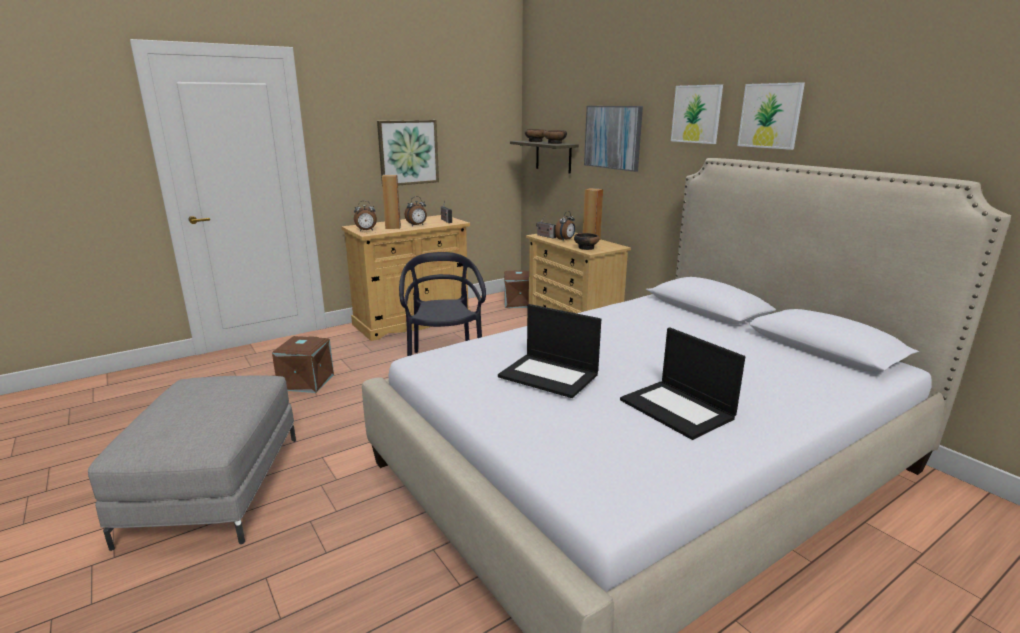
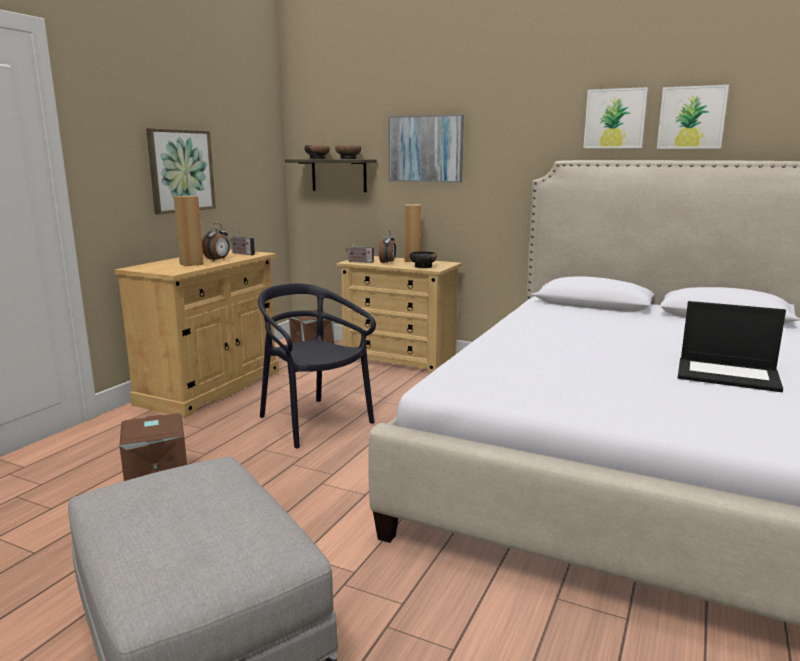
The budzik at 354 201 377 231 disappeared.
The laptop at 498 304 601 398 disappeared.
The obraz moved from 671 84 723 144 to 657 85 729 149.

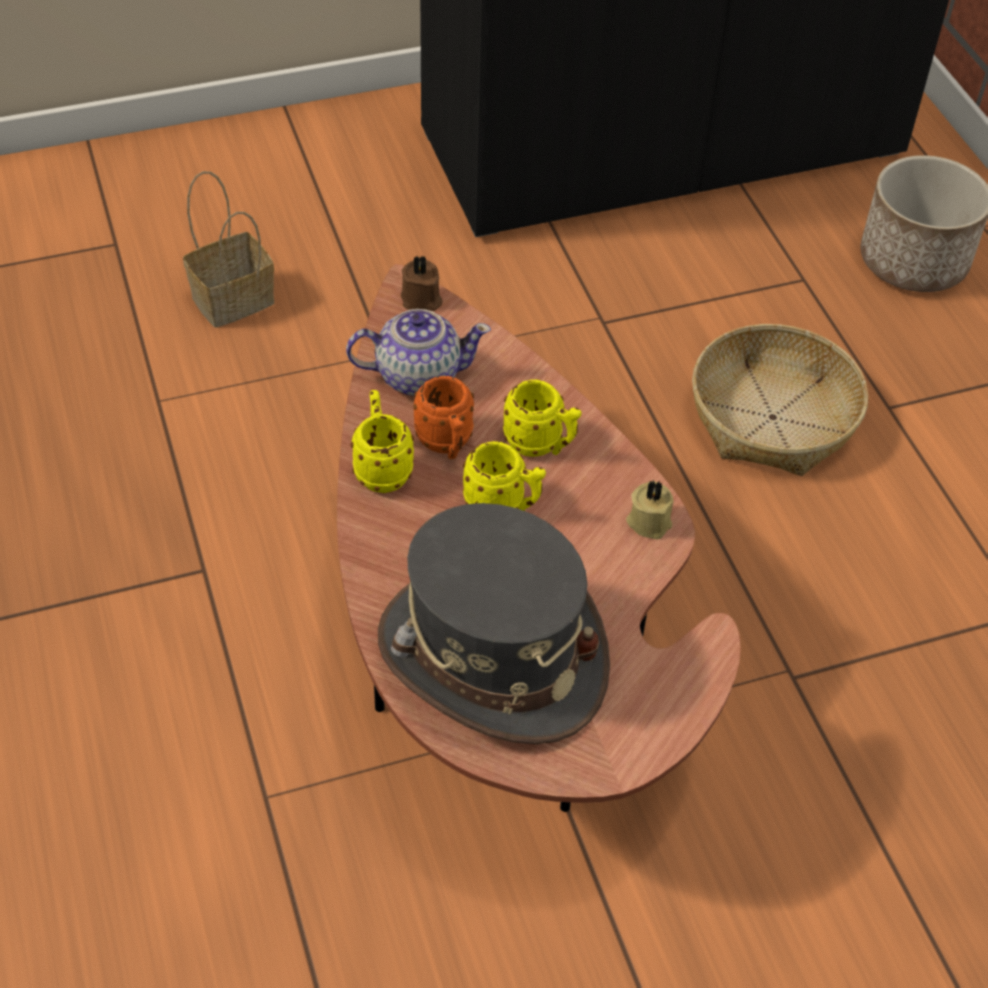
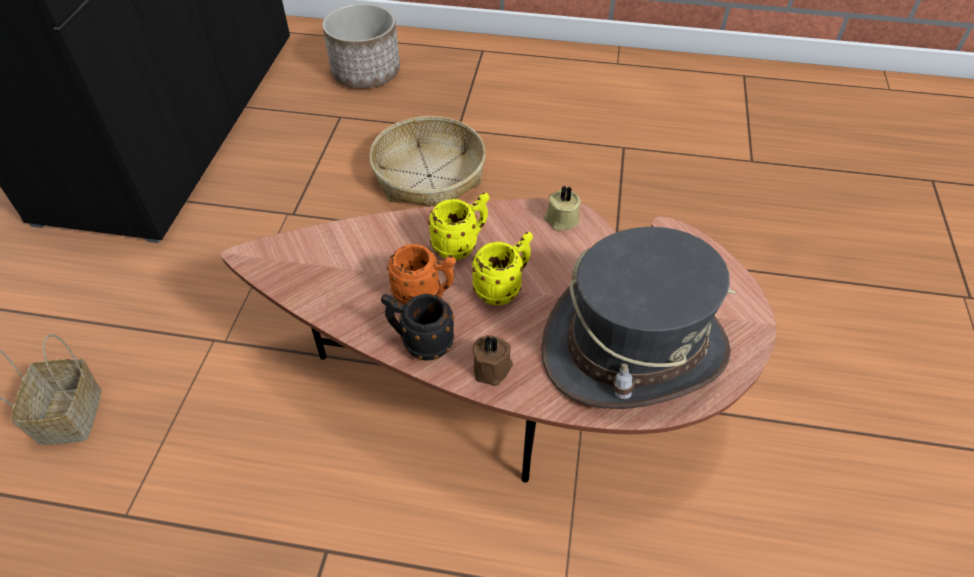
The imbryk at 346 309 491 396 disappeared.
The świeca [brązowy] moved from 401 255 443 311 to 473 335 513 386.
The kubek [żółty] at 351 390 414 493 became the kubek [czarny] at 381 294 455 361.

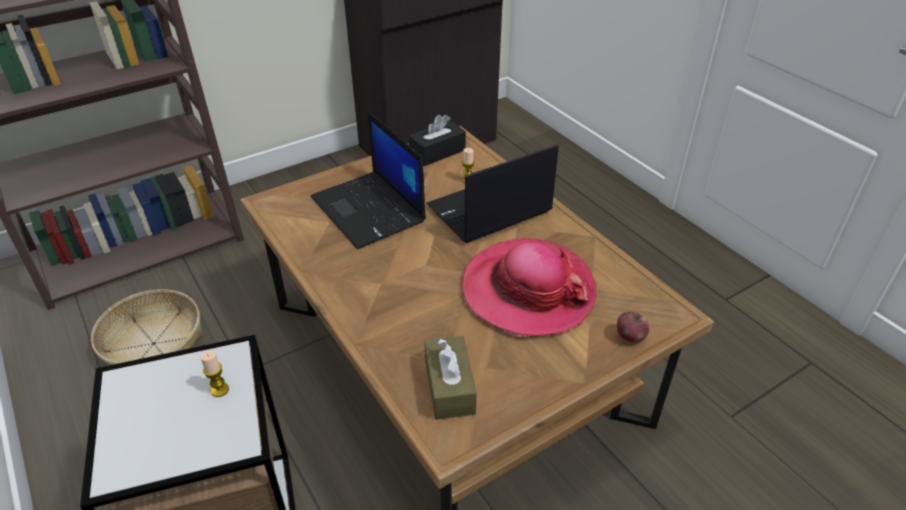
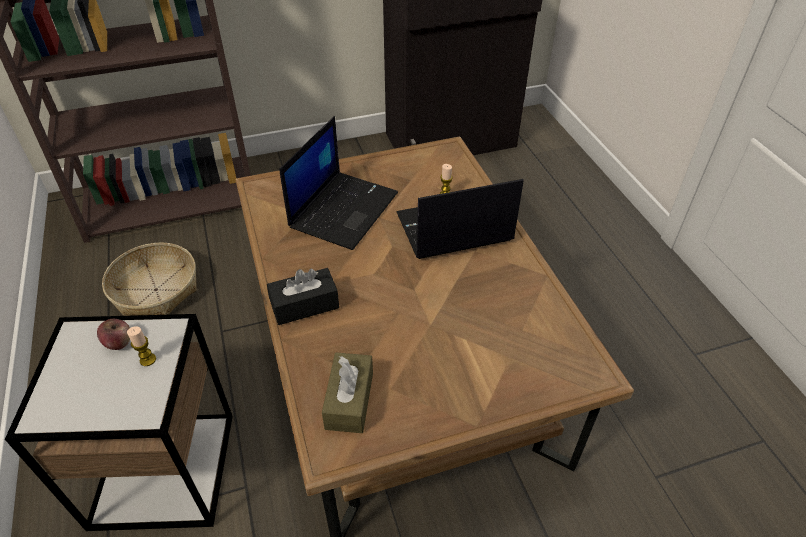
The kapelusz at 462 238 596 337 disappeared.
The pudełko chusteczek [czarny] moved from 409 114 466 166 to 267 268 339 325.
The jabłko moved from 617 311 650 343 to 97 319 130 350.
The laptop at 311 111 426 249 turned 135 degrees counterclockwise.

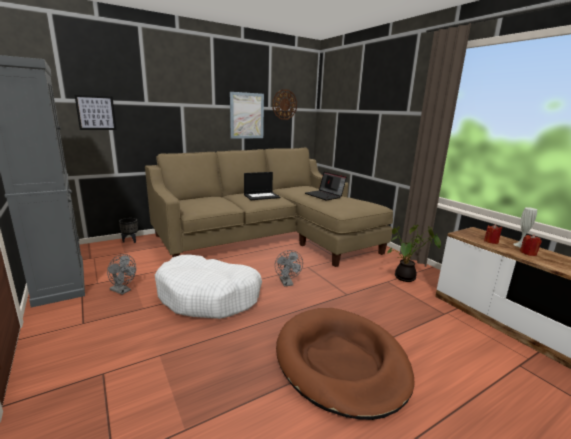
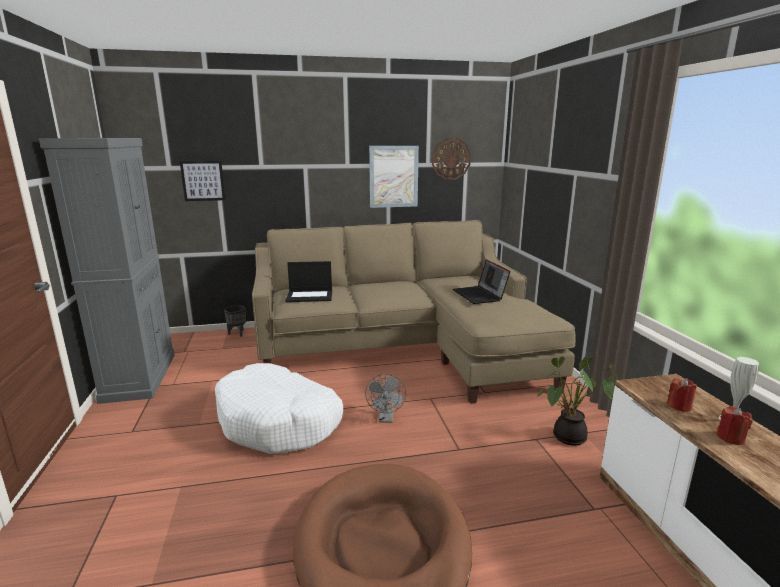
The wentylator [szary] at 107 254 136 295 disappeared.
The laptop moved from 244 172 281 200 to 285 261 332 302.

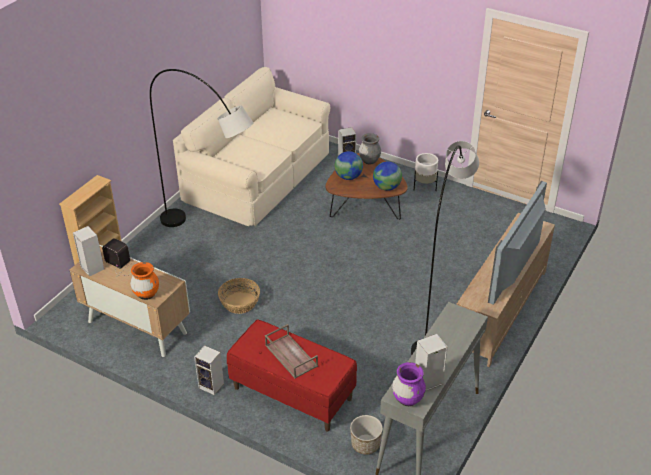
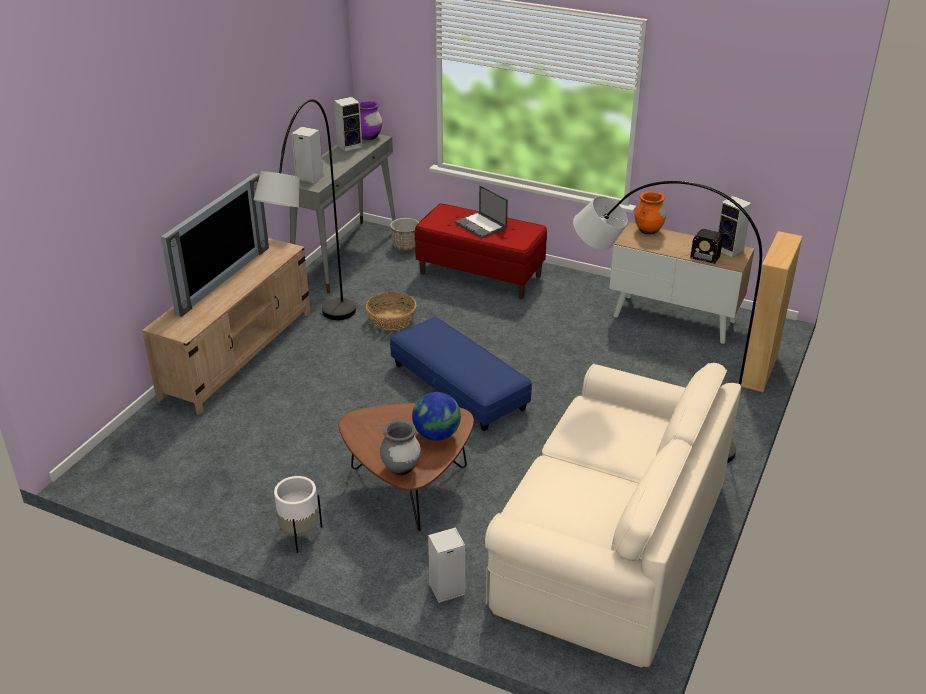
The globus at 373 161 402 191 disappeared.
The pufa [niebieski] at 390 317 532 431 appeared.
The głośnik moved from 194 345 224 395 to 291 126 323 184.
The koszyk moved from 218 278 260 314 to 366 291 417 330.
The taca [brązowy] at 265 324 318 378 was replaced by the laptop at 455 185 508 238.

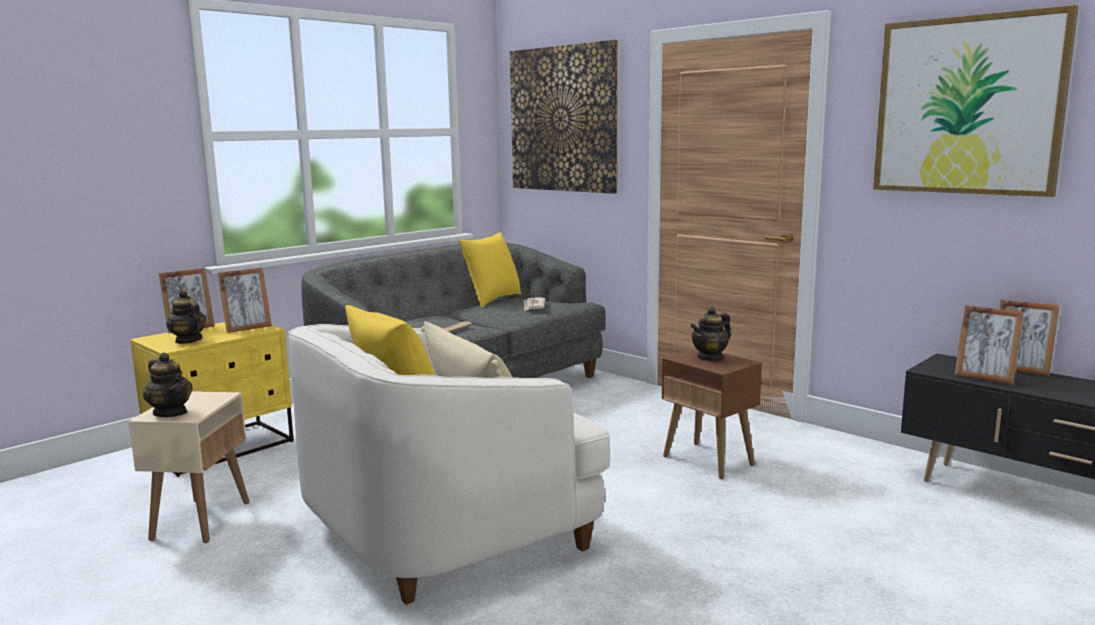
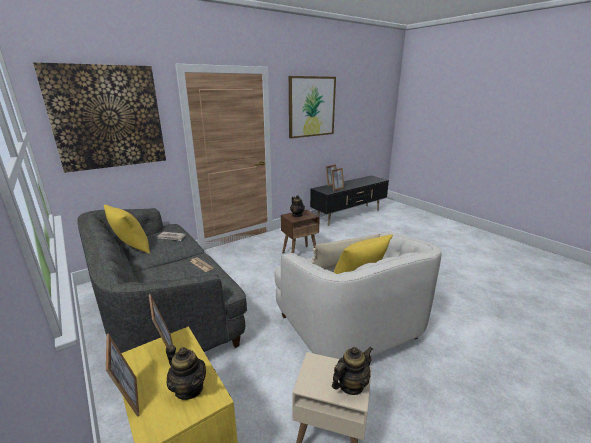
The imbryk at 166 290 206 344 turned 105 degrees counterclockwise.

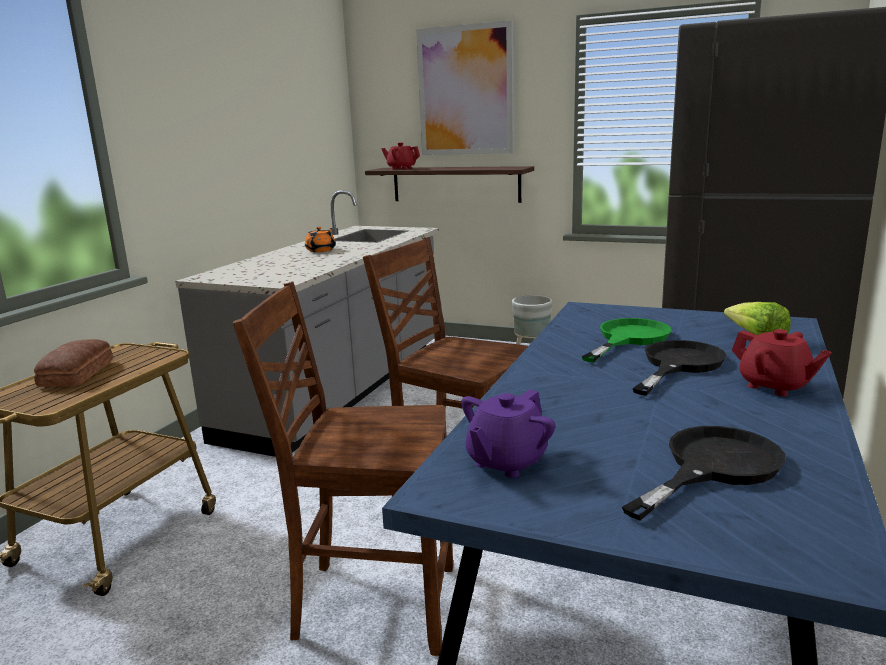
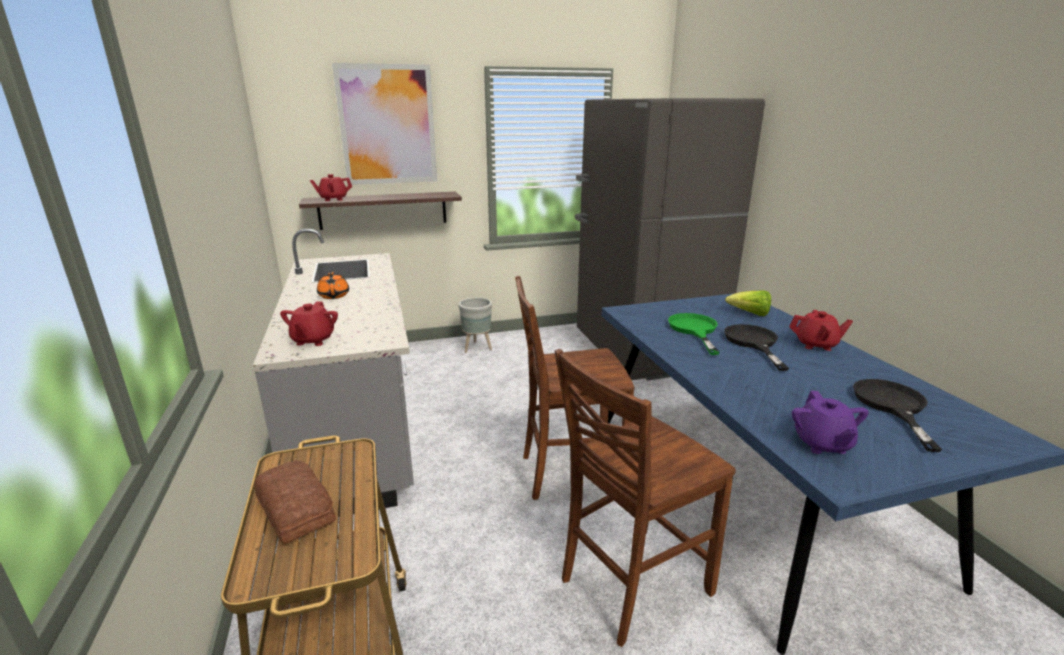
The imbryk [czerwony] at 280 301 338 346 appeared.

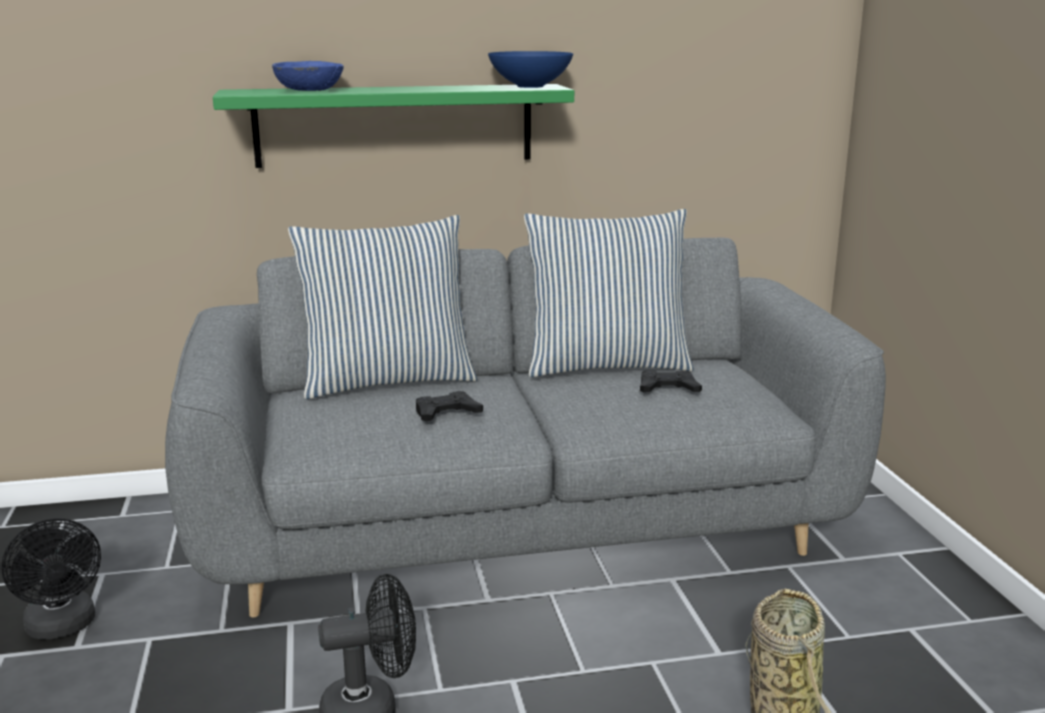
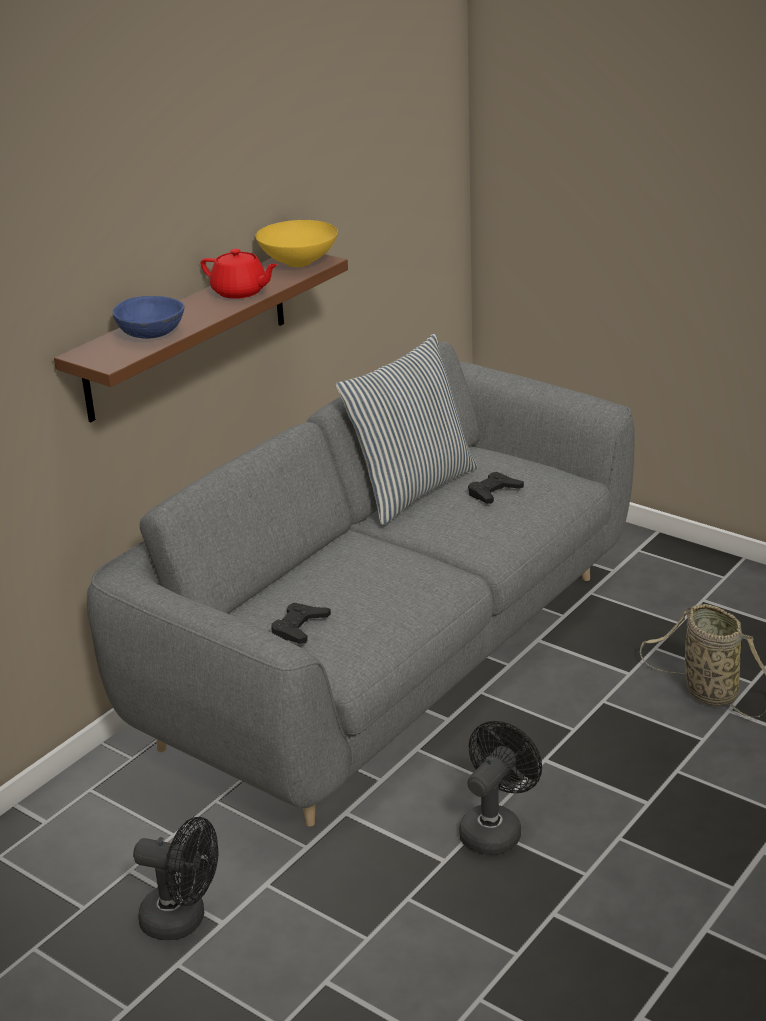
The poduszka at 288 215 477 399 disappeared.
The imbryk [czerwony] at 201 249 278 299 appeared.
The pad do gier [czarny] moved from 416 391 483 422 to 271 603 331 644.
The półka [zielony] at 213 84 574 168 became the półka [brązowy] at 54 254 348 422.
The miska [niebieski] at 488 51 573 88 became the miska [żółty] at 256 220 338 267.

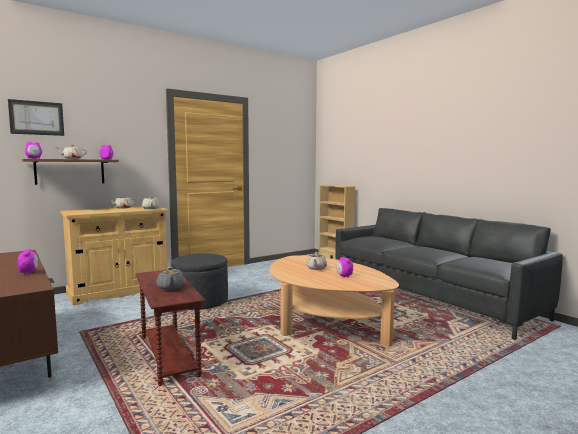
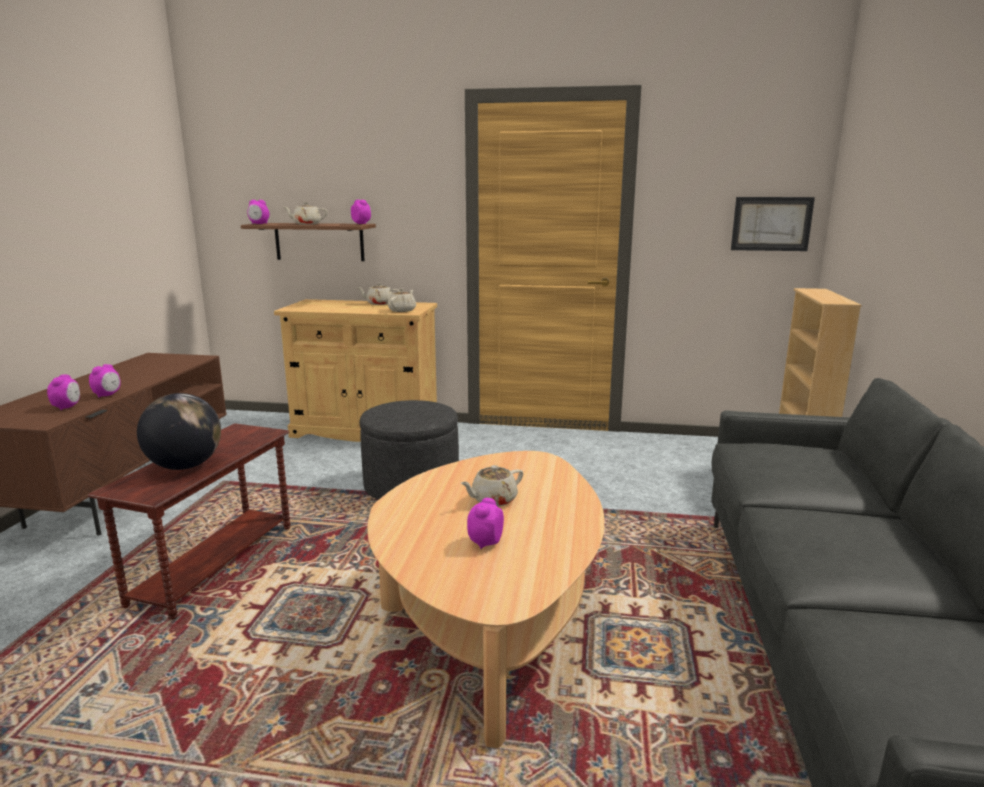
The budzik at 47 375 80 410 appeared.
The obraz moved from 8 99 64 136 to 731 197 815 251.
The imbryk [szary] at 156 267 185 290 was replaced by the globus at 137 393 221 470.

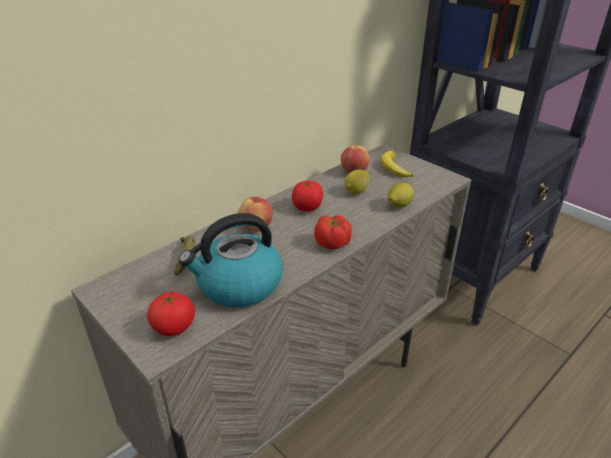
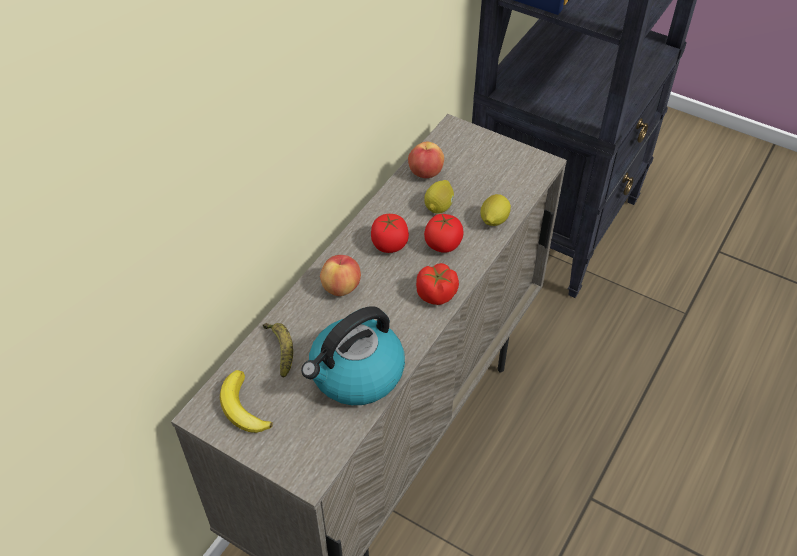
The pomidor moved from 147 291 195 336 to 424 213 464 253.
The banan moved from 381 151 413 177 to 220 370 273 433.

